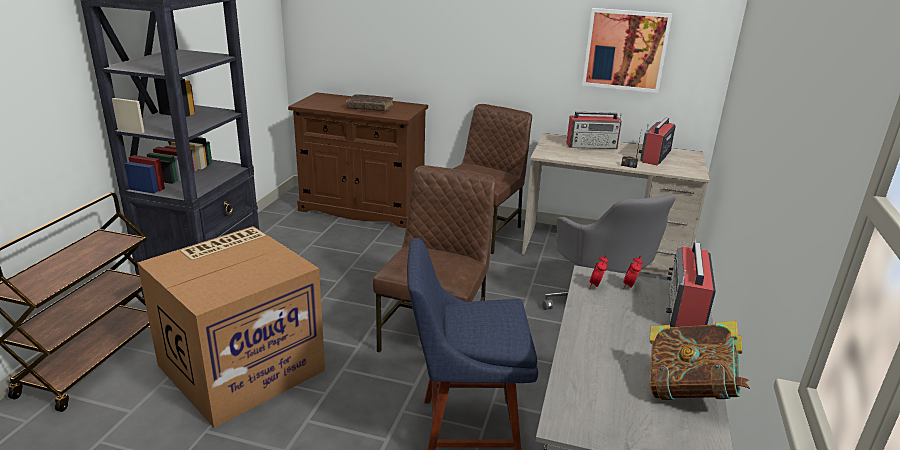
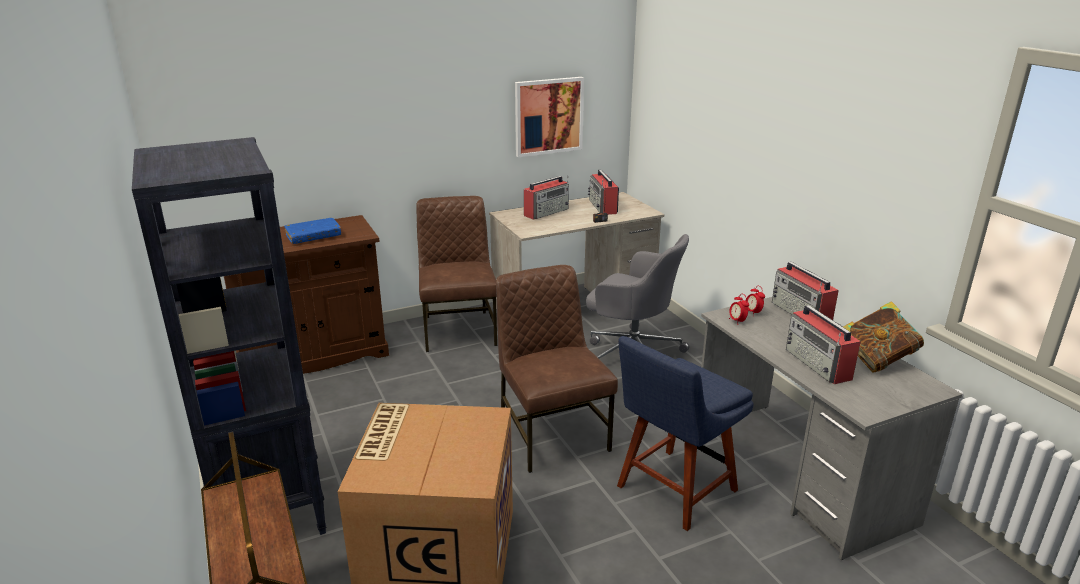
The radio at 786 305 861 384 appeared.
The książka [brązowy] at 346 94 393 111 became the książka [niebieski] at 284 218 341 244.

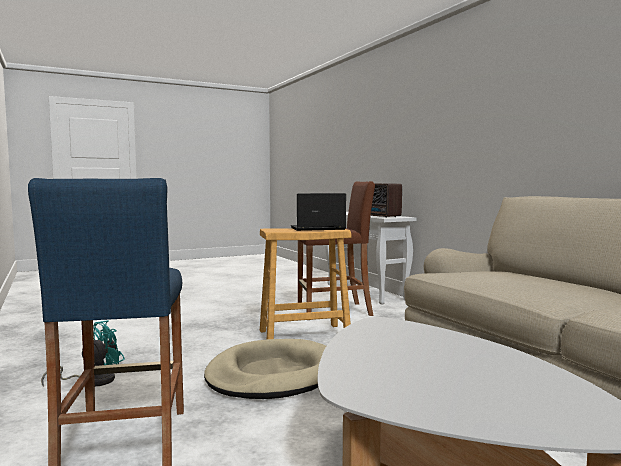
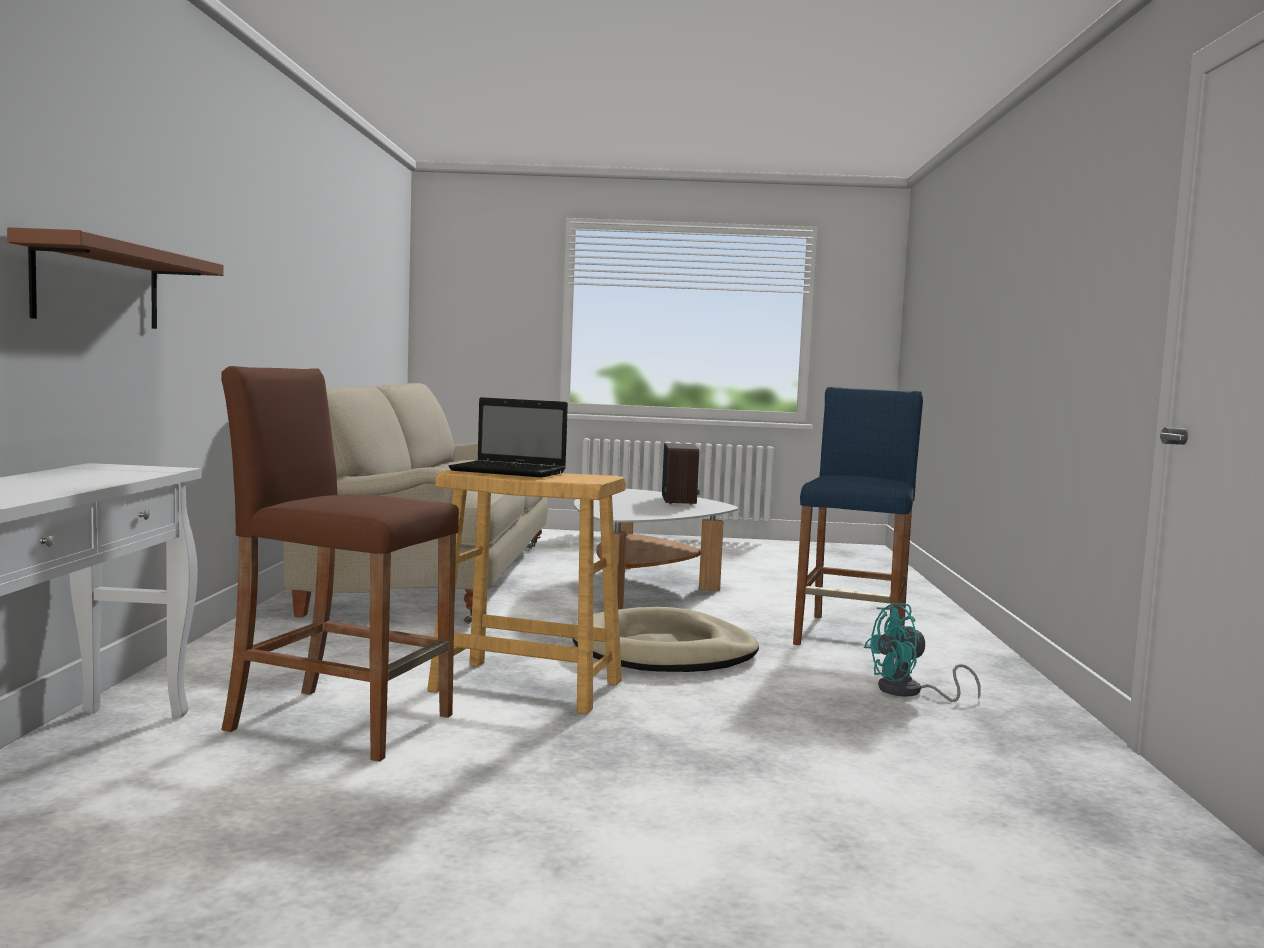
The półka [brązowy] at 7 227 224 329 appeared.
The radio moved from 371 184 402 218 to 662 443 700 505.

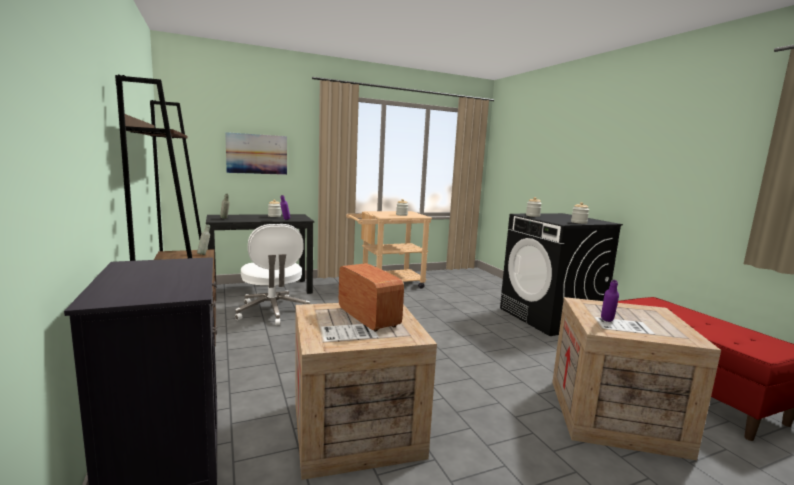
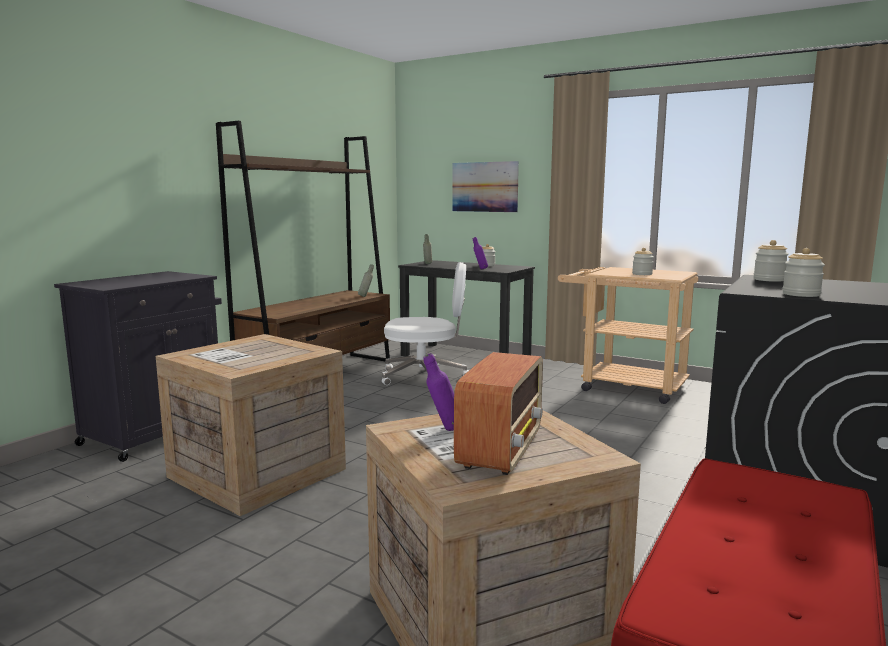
The radio moved from 339 263 404 332 to 454 352 543 475.
The krzesło biurowe [biały] at 235 224 310 325 turned 120 degrees counterclockwise.

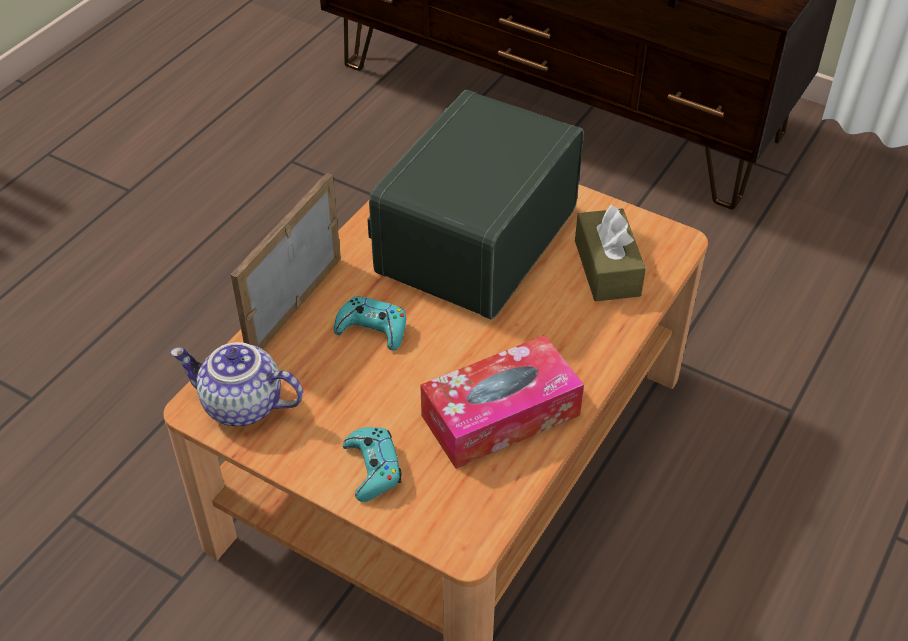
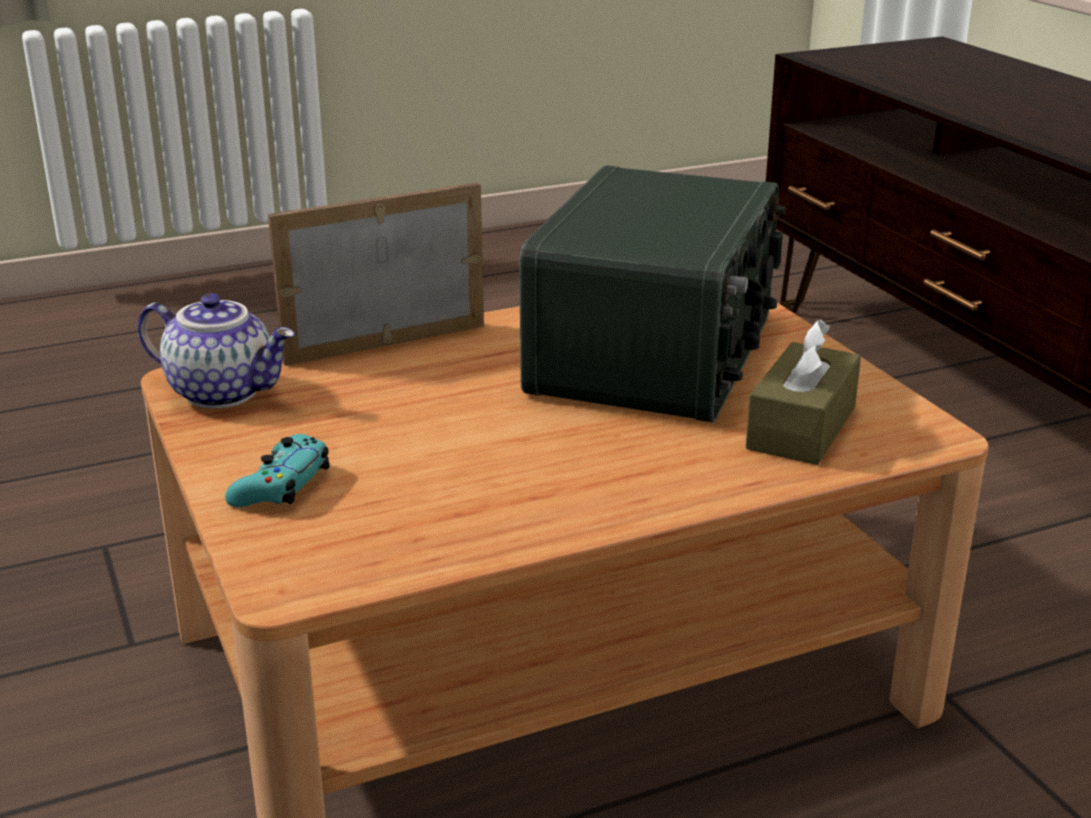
The pad do gier [turkusowy] at 334 296 406 350 disappeared.
The pudełko chusteczek at 420 335 584 469 disappeared.
The imbryk at 170 342 303 426 turned 150 degrees clockwise.
The radio at 367 90 584 319 turned 135 degrees clockwise.

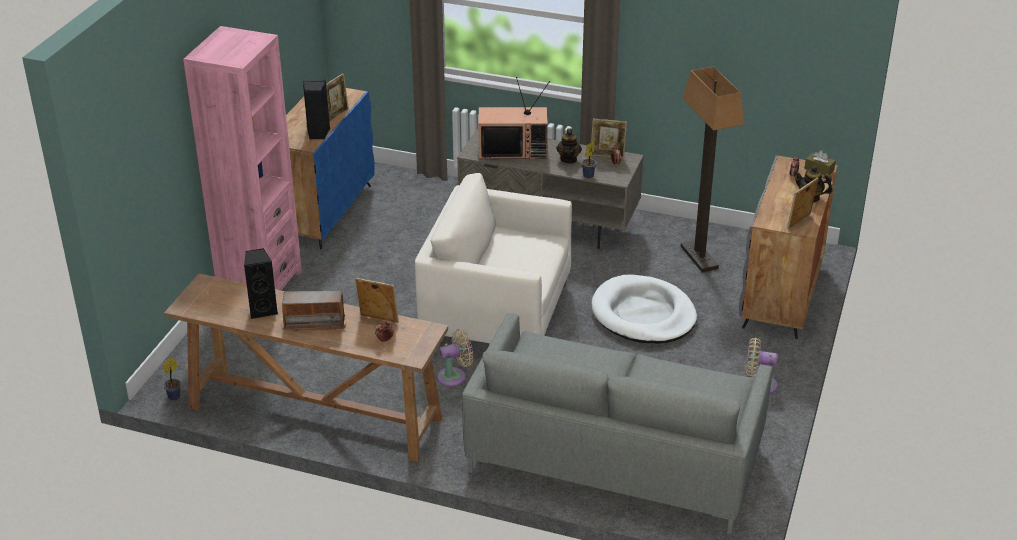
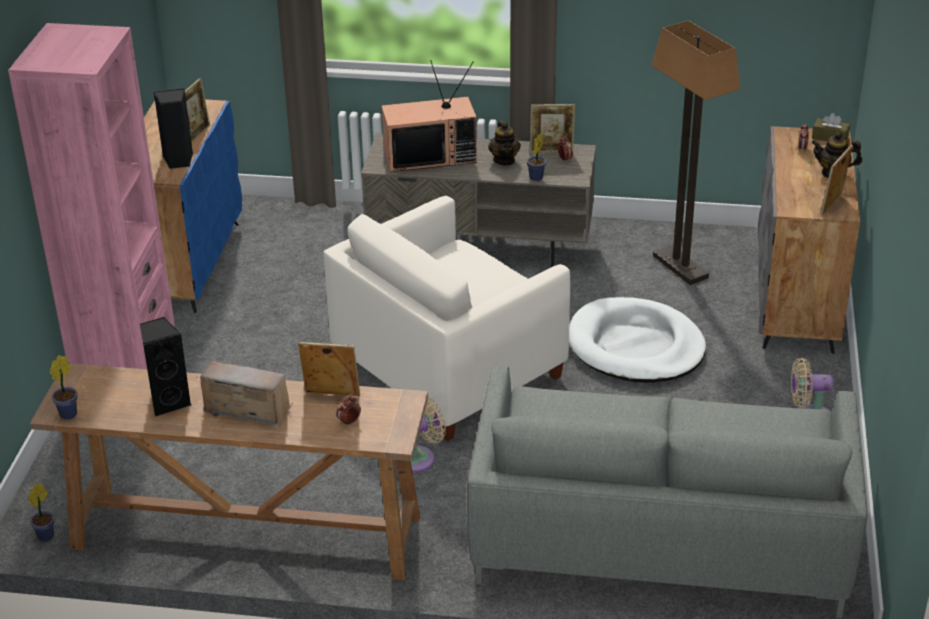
The roślina doniczkowa at 49 355 78 420 appeared.
The radio at 280 291 347 331 turned 150 degrees counterclockwise.
The fotel [biały] at 415 173 572 343 turned 45 degrees counterclockwise.

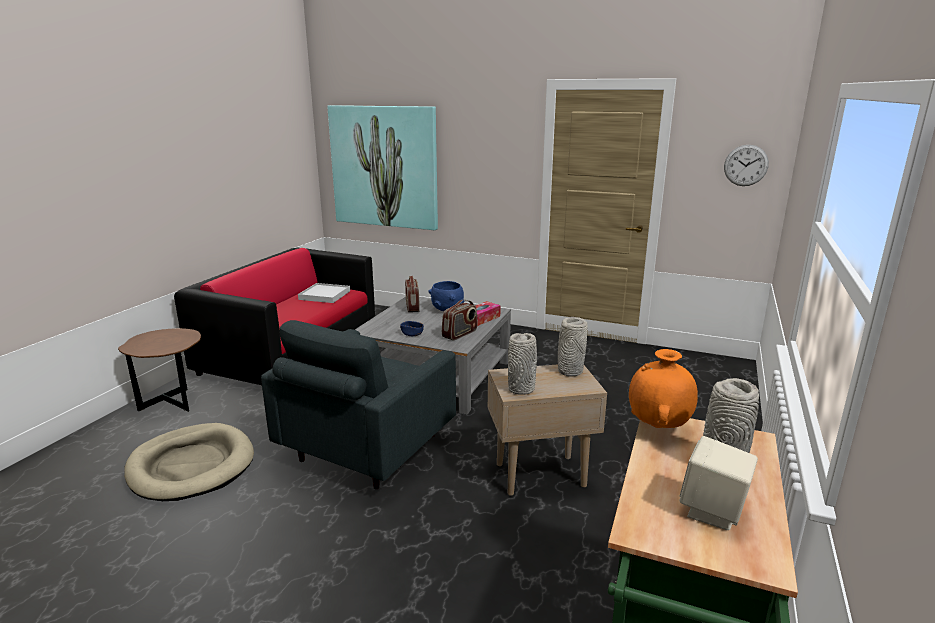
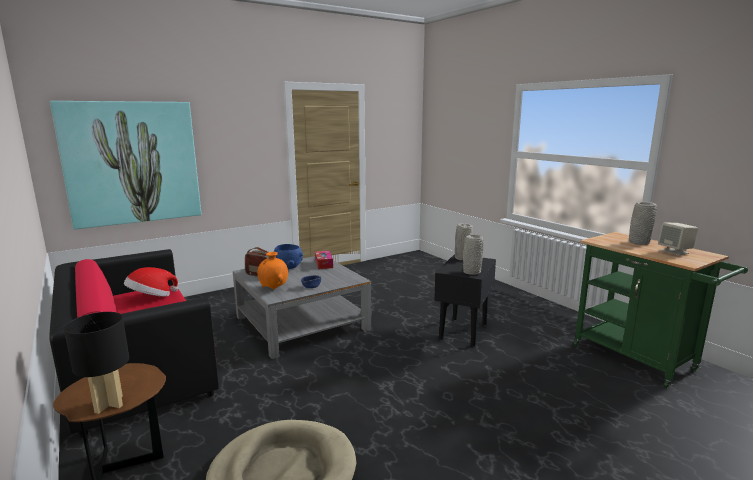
The fotel [szary] at 261 320 456 489 disappeared.
The radio at 442 300 478 340 disappeared.
The zegar ścienny at 724 145 769 186 disappeared.
The lampa stołowa [czarny] at 64 312 129 414 appeared.
The wazon [pomarańczowy] moved from 629 349 698 428 to 257 252 288 289.
The taca [biały] at 298 283 350 303 was replaced by the kapelusz at 124 267 178 297.
The stolik [beżowy] at 488 364 607 496 became the stolik [czarny] at 434 254 496 347.

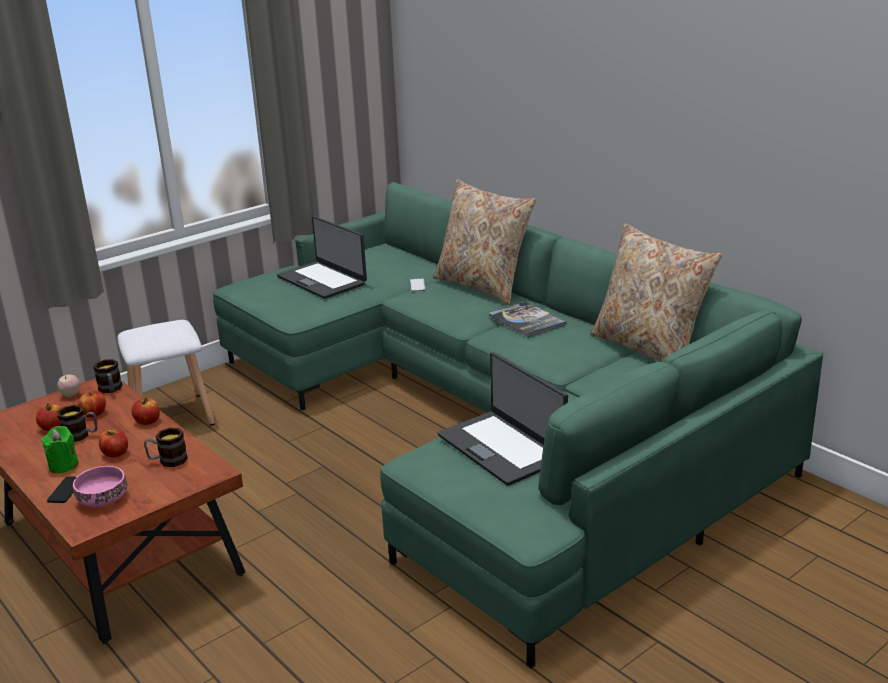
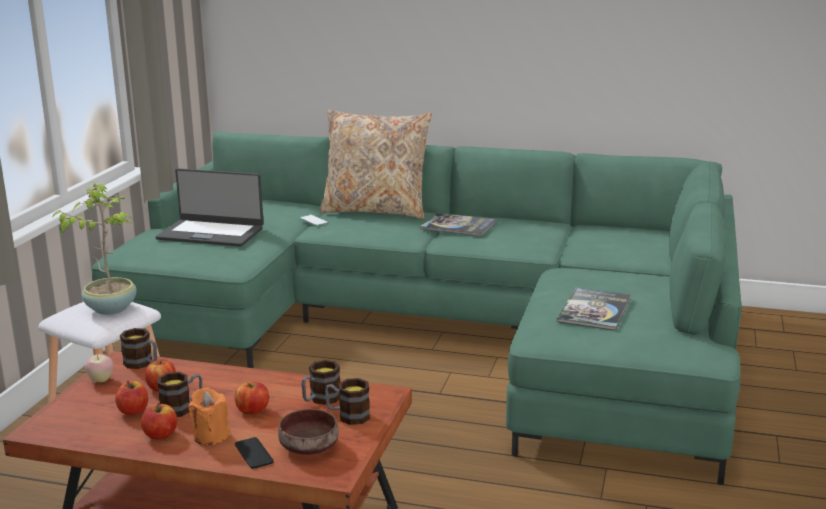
The poduszka [beżowy] at 590 223 722 362 disappeared.
The roślina doniczkowa at 53 182 137 315 appeared.
The kubek at 325 378 370 425 appeared.
The jabłko moved from 131 397 160 425 to 141 403 177 439.
The laptop at 438 352 568 486 was replaced by the książka at 557 288 631 331.
The świeca [zielony] at 41 426 78 473 became the świeca [pomarańczowy] at 188 387 230 445.
The miska [różowy] at 73 466 127 507 became the miska [brązowy] at 278 409 339 455.

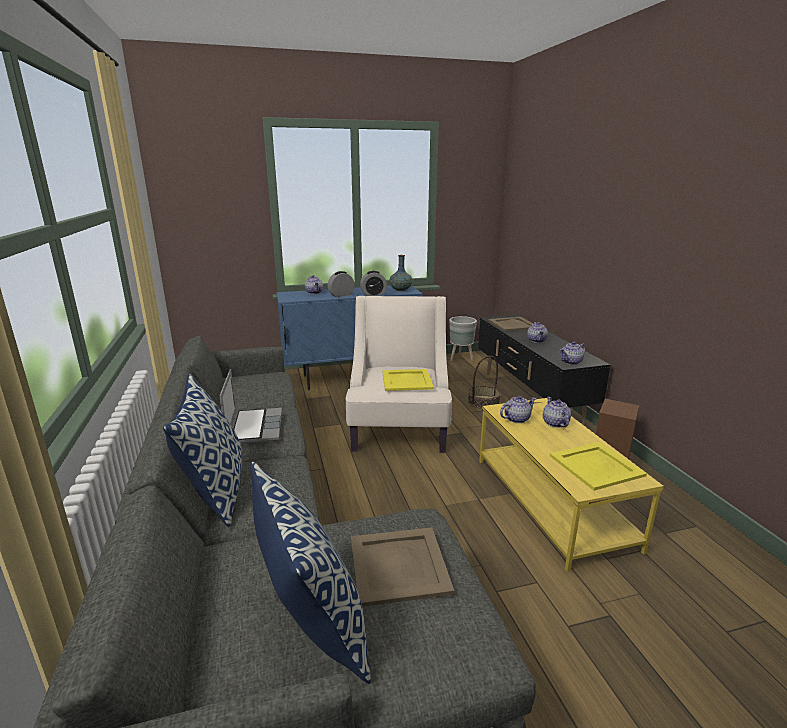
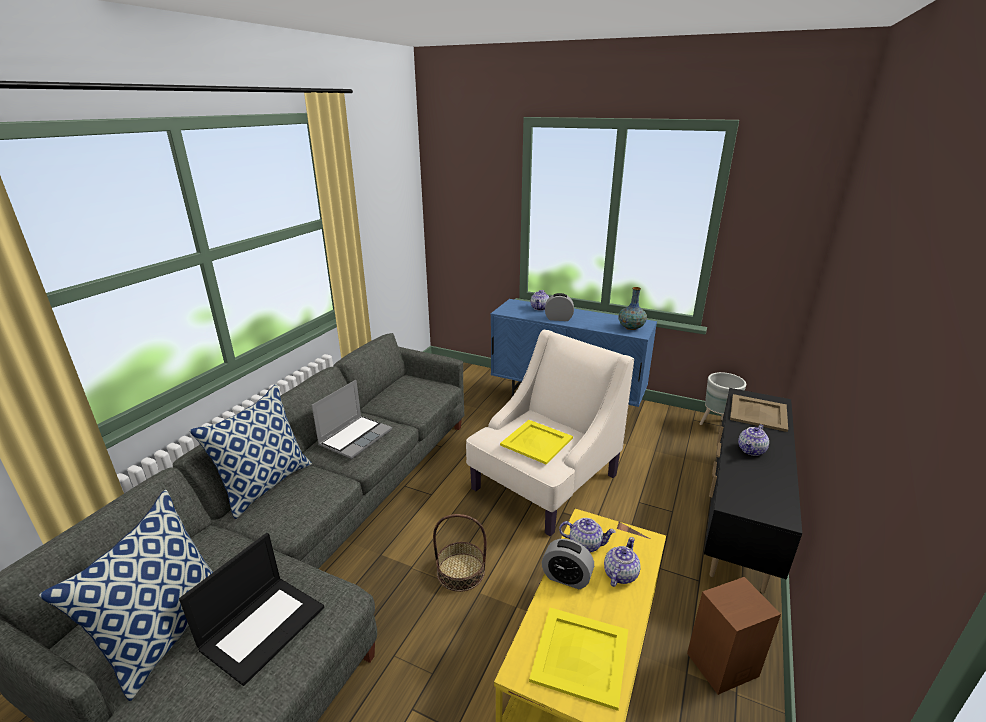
The imbryk at 560 341 586 365 disappeared.
The budzik moved from 360 271 387 296 to 542 539 594 589.
The koszyk moved from 468 356 501 409 to 433 514 487 592.
The taca [beżowy] at 351 527 454 607 was replaced by the laptop at 179 533 324 686.

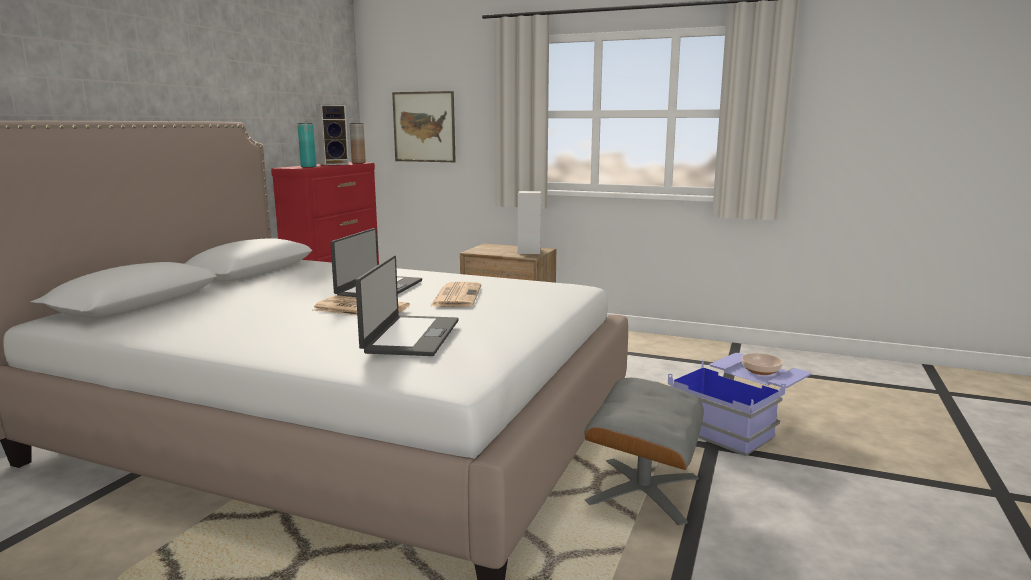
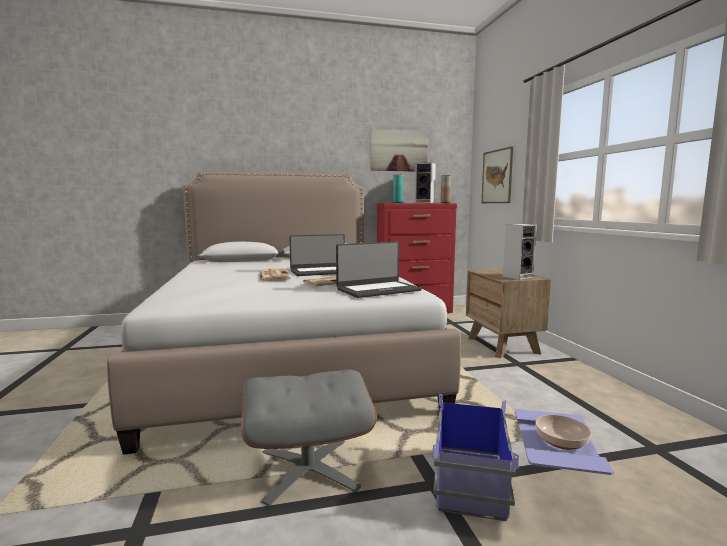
The obraz at 370 129 428 172 appeared.
The laptop moved from 355 255 459 356 to 336 241 422 298.

